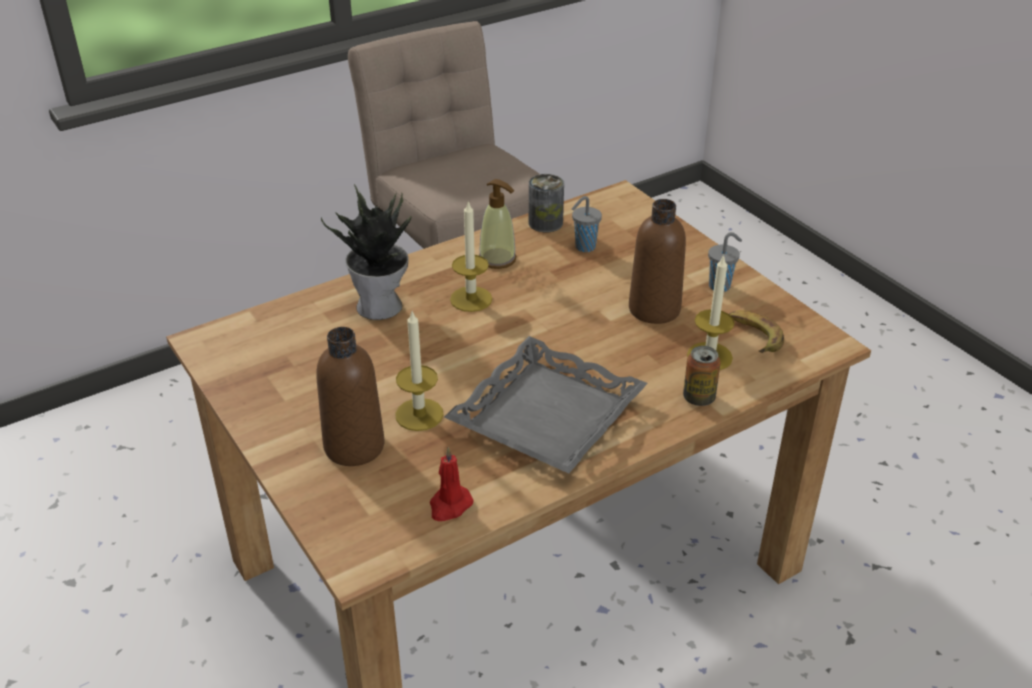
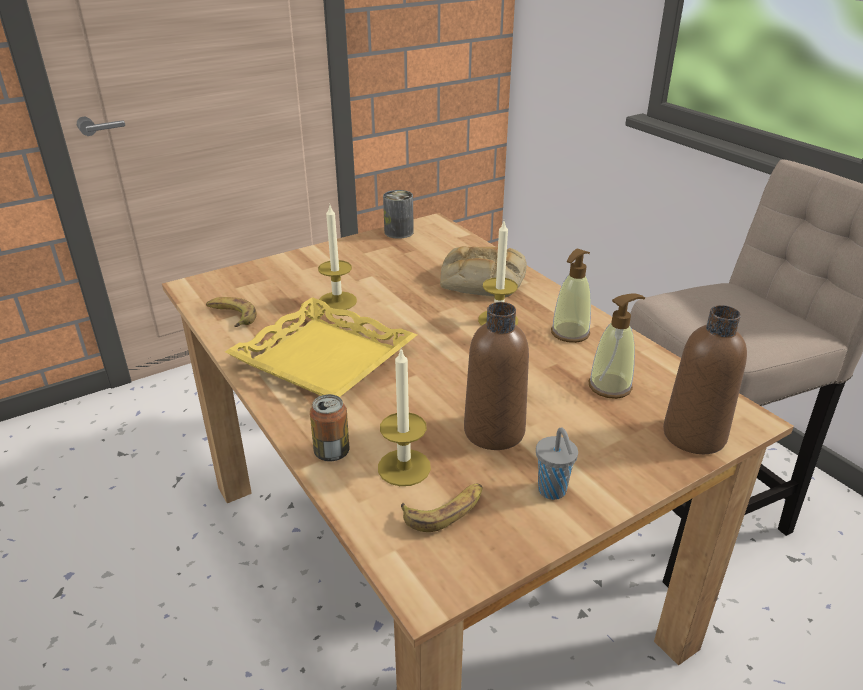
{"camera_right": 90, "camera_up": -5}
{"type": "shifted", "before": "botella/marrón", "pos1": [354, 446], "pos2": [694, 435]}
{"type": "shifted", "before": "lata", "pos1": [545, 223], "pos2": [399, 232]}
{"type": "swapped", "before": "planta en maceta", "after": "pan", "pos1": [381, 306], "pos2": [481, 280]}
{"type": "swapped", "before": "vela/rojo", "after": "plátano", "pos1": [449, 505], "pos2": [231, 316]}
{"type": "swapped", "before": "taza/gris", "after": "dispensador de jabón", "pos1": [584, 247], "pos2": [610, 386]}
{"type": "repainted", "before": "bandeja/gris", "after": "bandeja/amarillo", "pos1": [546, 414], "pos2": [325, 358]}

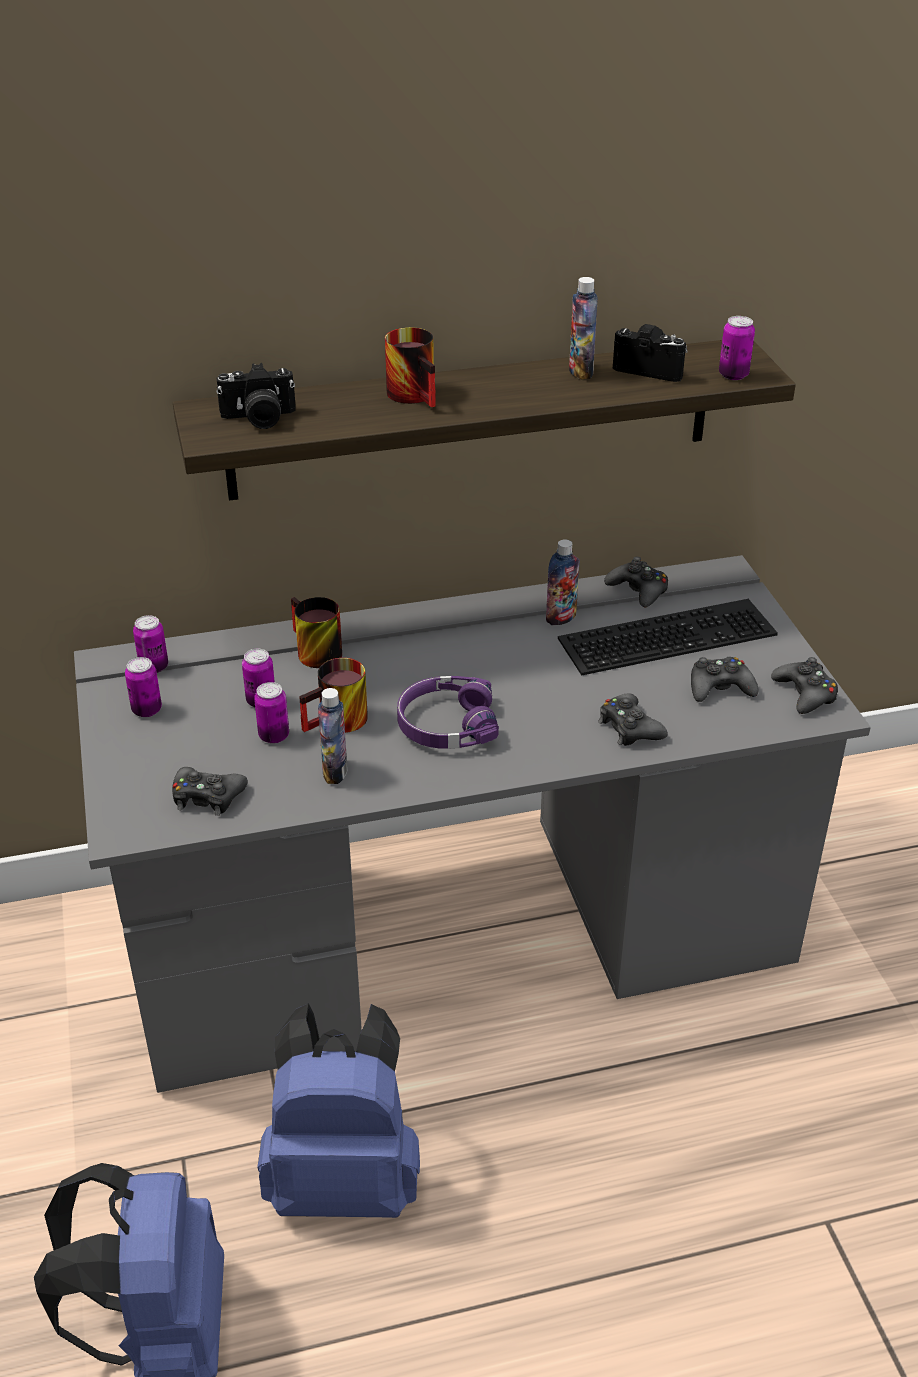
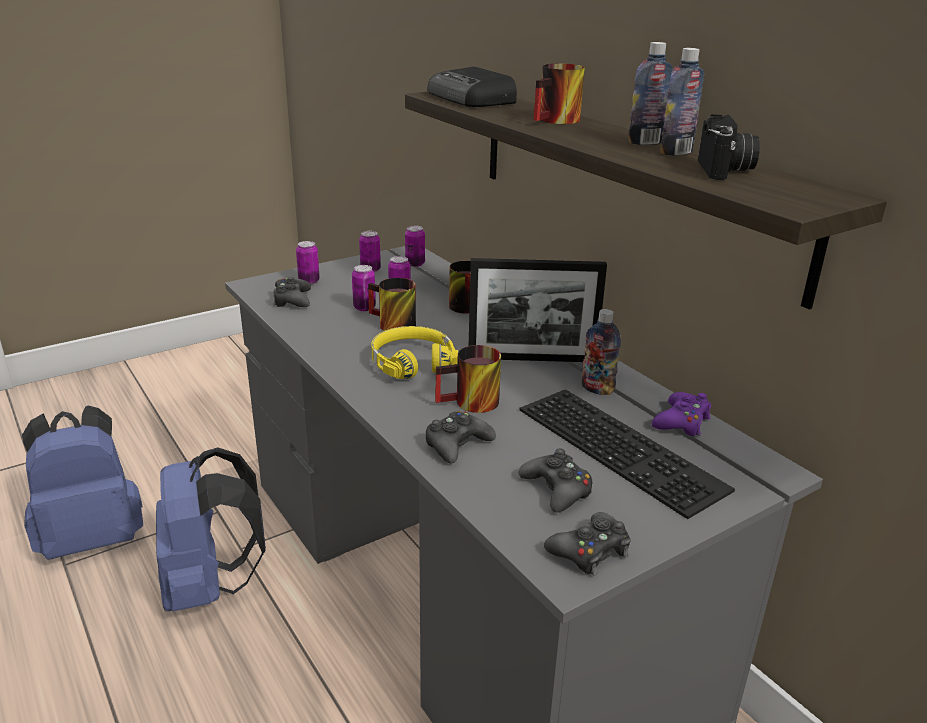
{"camera_right": 70, "camera_up": -10}
{"type": "new", "after": "taza grande", "pos2": [470, 404]}
{"type": "new", "after": "portarretratos", "pos2": [532, 358]}
{"type": "shifted", "before": "botella", "pos1": [335, 772], "pos2": [646, 142]}
{"type": "shifted", "before": "lata", "pos1": [733, 375], "pos2": [309, 281]}
{"type": "swapped", "before": "cámara", "after": "radio", "pos1": [259, 419], "pos2": [472, 99]}
{"type": "repainted", "before": "auriculares/morado", "after": "auriculares/amarillo", "pos1": [446, 724], "pos2": [411, 362]}
{"type": "repainted", "before": "mando de consola/negro", "after": "mando de consola/morado", "pos1": [638, 590], "pos2": [682, 422]}

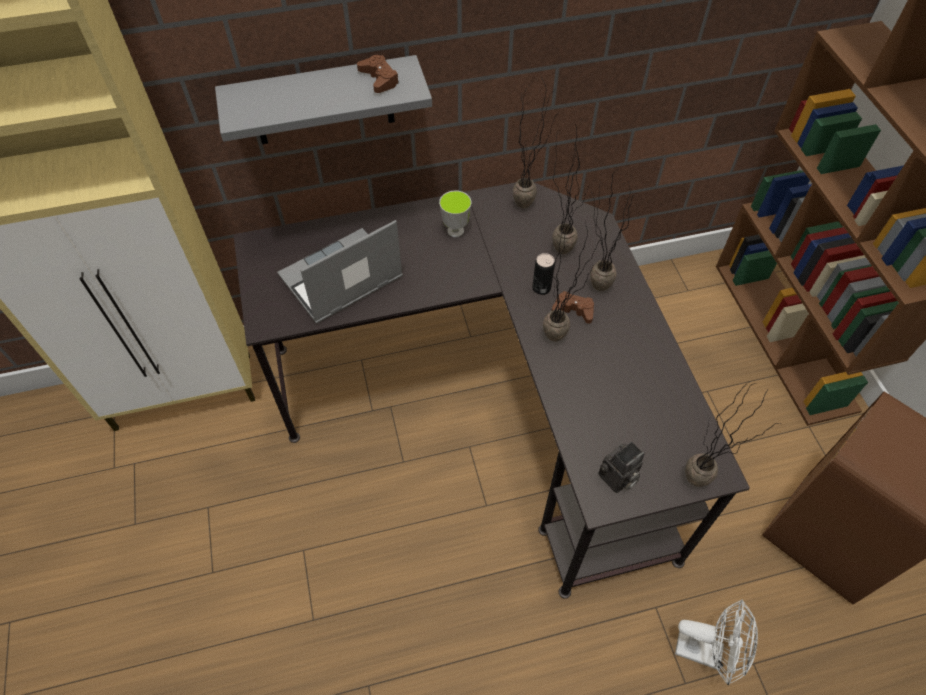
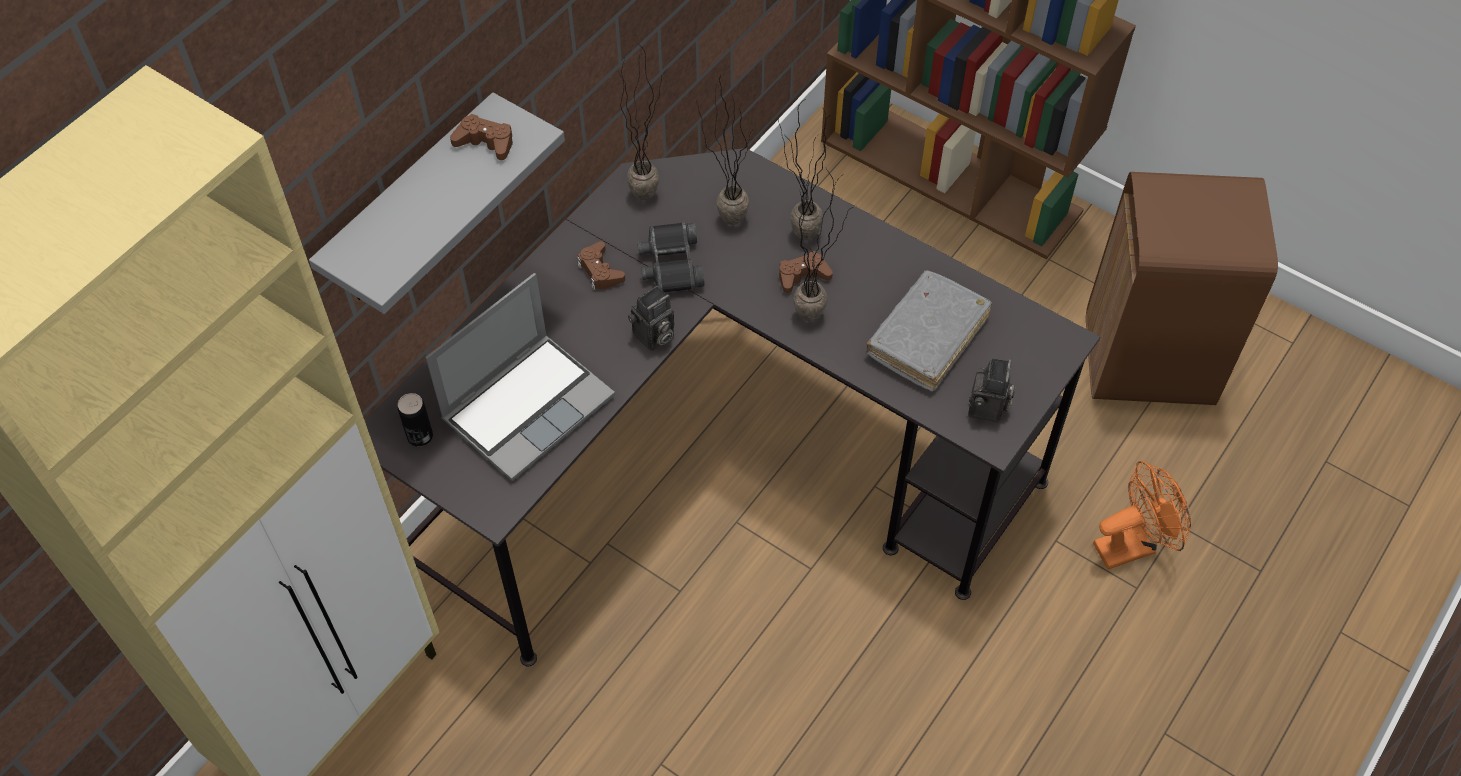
{"camera_right": -40, "camera_up": 0}
{"type": "gone", "before": "planta en maceta", "pos1": [700, 487]}
{"type": "new", "after": "cámara", "pos2": [653, 337]}
{"type": "new", "after": "prismáticos/negro", "pos2": [670, 264]}
{"type": "new", "after": "libro/gris", "pos2": [927, 337]}
{"type": "shifted", "before": "lata", "pos1": [541, 288], "pos2": [420, 436]}
{"type": "swapped", "before": "taza", "after": "mando de consola/marrón", "pos1": [455, 231], "pos2": [600, 271]}
{"type": "repainted", "before": "ventilador/blanco", "after": "ventilador/naranja", "pos1": [707, 651], "pos2": [1132, 545]}
{"type": "rotated", "before": "portátil", "pos1": [340, 279], "pos2": [528, 406], "turn": -150}

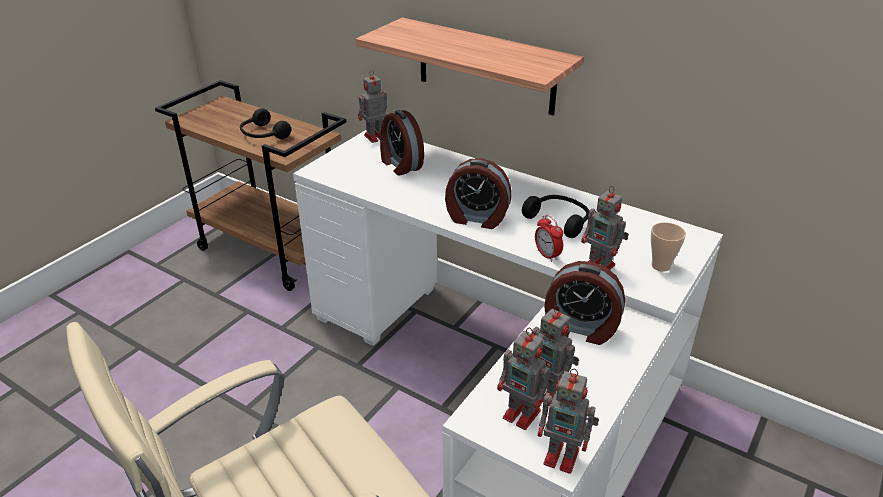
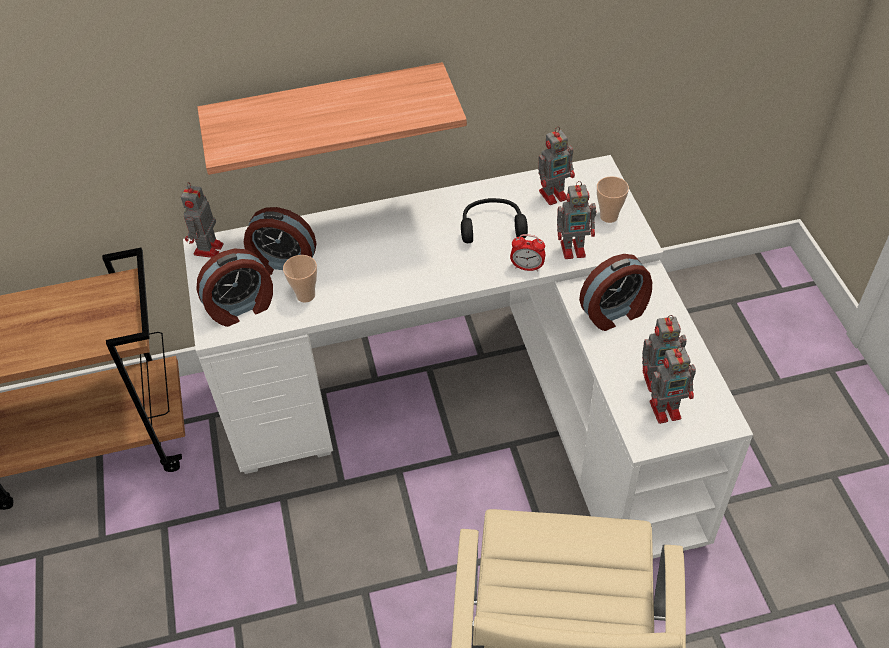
{"camera_right": -45, "camera_up": 15}
{"type": "gone", "before": "auriculares/negro", "pos1": [263, 135]}
{"type": "new", "after": "taza", "pos2": [305, 295]}
{"type": "shifted", "before": "despertador", "pos1": [476, 218], "pos2": [241, 308]}
{"type": "shifted", "before": "robot de juguete", "pos1": [563, 457], "pos2": [554, 194]}

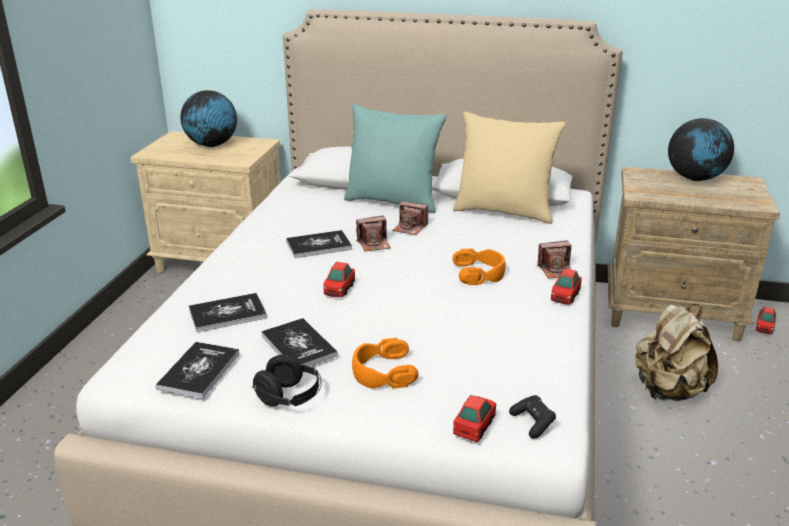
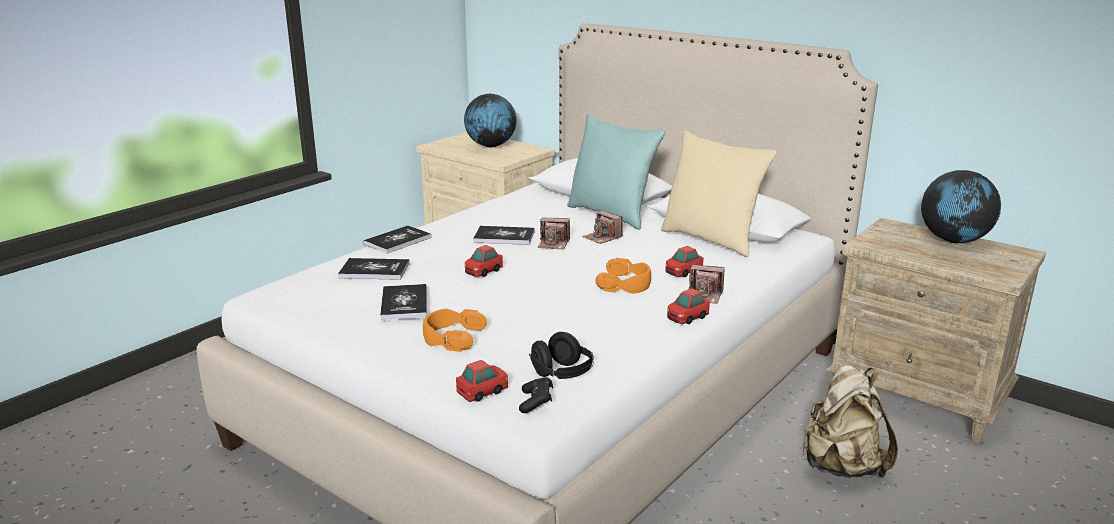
{"camera_right": 25, "camera_up": -5}
{"type": "shifted", "before": "libro", "pos1": [199, 371], "pos2": [397, 241]}
{"type": "shifted", "before": "auriculares/negro", "pos1": [289, 398], "pos2": [562, 374]}
{"type": "shifted", "before": "coche de juguete", "pos1": [764, 327], "pos2": [683, 272]}

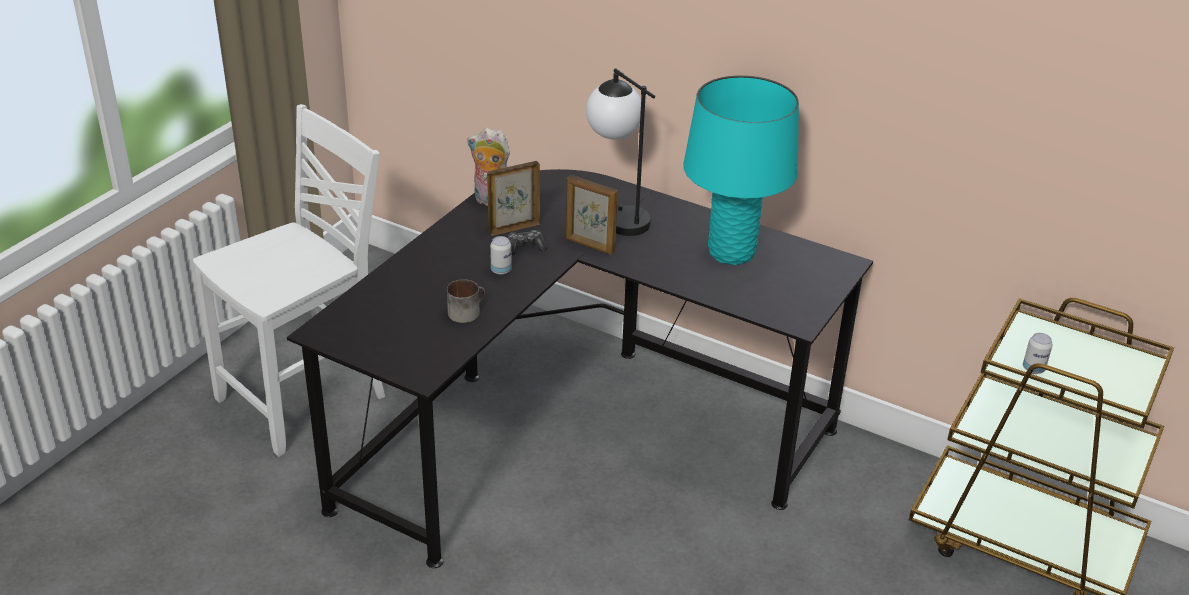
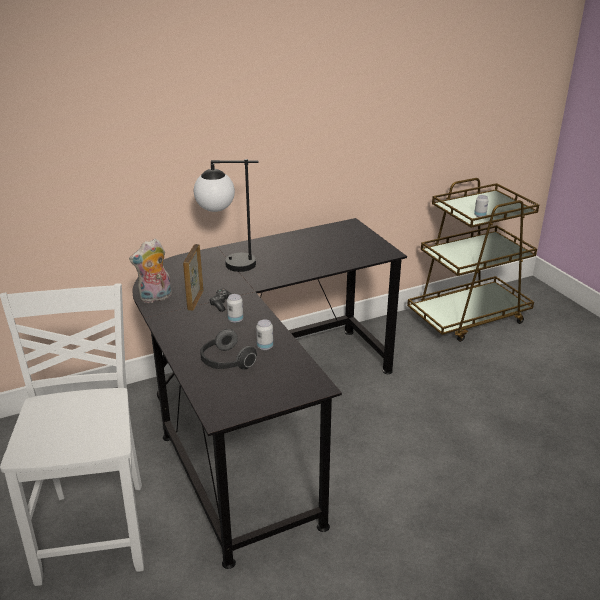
{"camera_right": -55, "camera_up": -5}
{"type": "gone", "before": "portarretratos", "pos1": [589, 246]}
{"type": "gone", "before": "lámpara de mesa/turquesa", "pos1": [731, 253]}
{"type": "new", "after": "auriculares", "pos2": [226, 362]}
{"type": "swapped", "before": "taza grande", "after": "lata", "pos1": [466, 311], "pos2": [265, 347]}

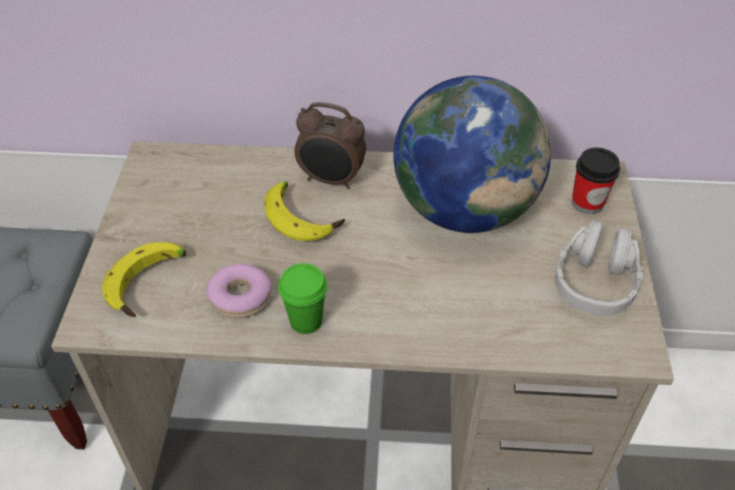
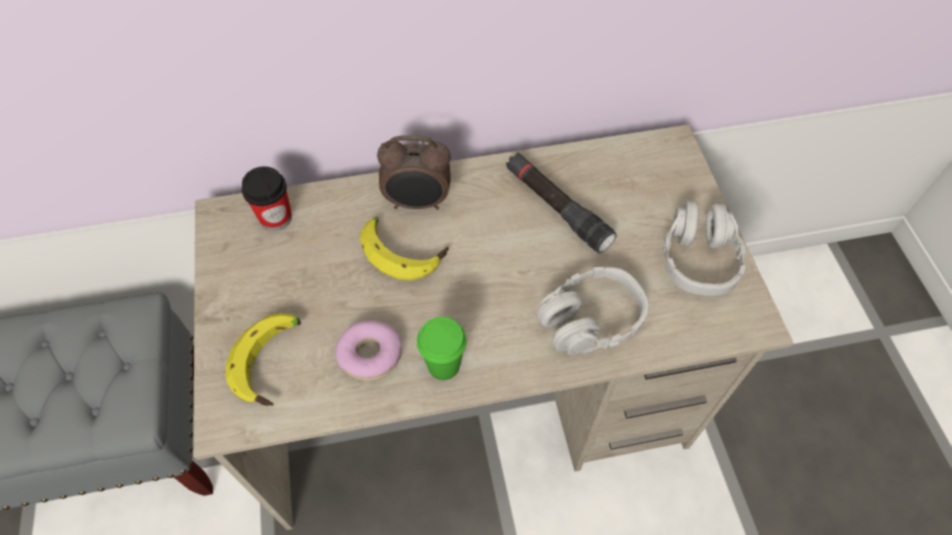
{"camera_right": -15, "camera_up": 10}
{"type": "new", "after": "auriculares/gris", "pos2": [590, 320]}
{"type": "shifted", "before": "taza", "pos1": [587, 203], "pos2": [276, 217]}
{"type": "swapped", "before": "globo terráqueo", "after": "linterna/negro", "pos1": [464, 209], "pos2": [556, 208]}

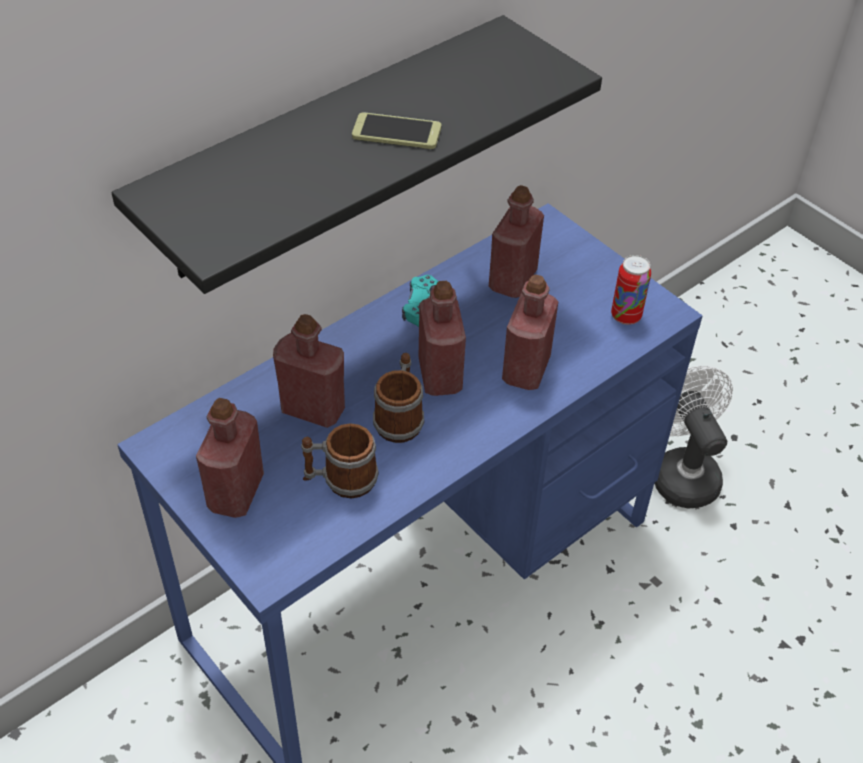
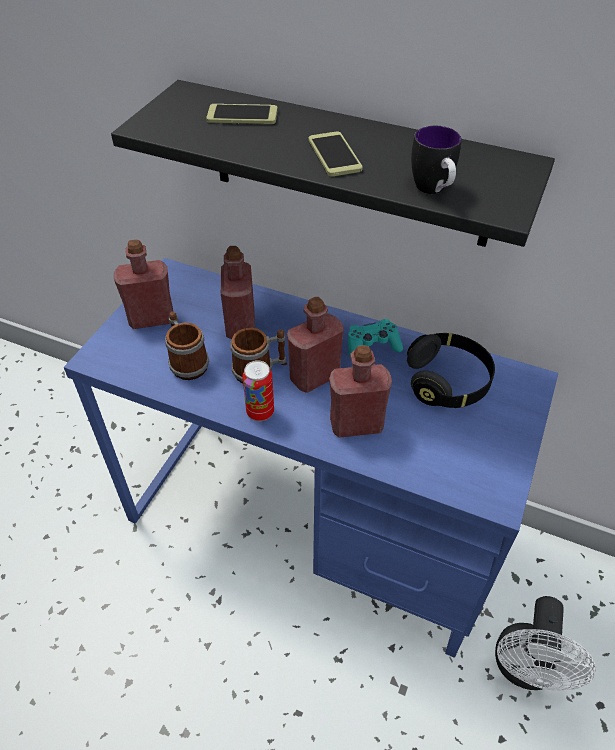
{"camera_right": 65, "camera_up": 0}
{"type": "new", "after": "móvil", "pos2": [242, 115]}
{"type": "new", "after": "taza grande", "pos2": [433, 191]}
{"type": "shifted", "before": "lata", "pos1": [626, 316], "pos2": [260, 412]}
{"type": "swapped", "before": "botella/rojo", "after": "auriculares/negro", "pos1": [512, 280], "pos2": [447, 382]}
{"type": "rotated", "before": "ventilador/blanco", "pos1": [680, 472], "pos2": [525, 669], "turn": 150}

